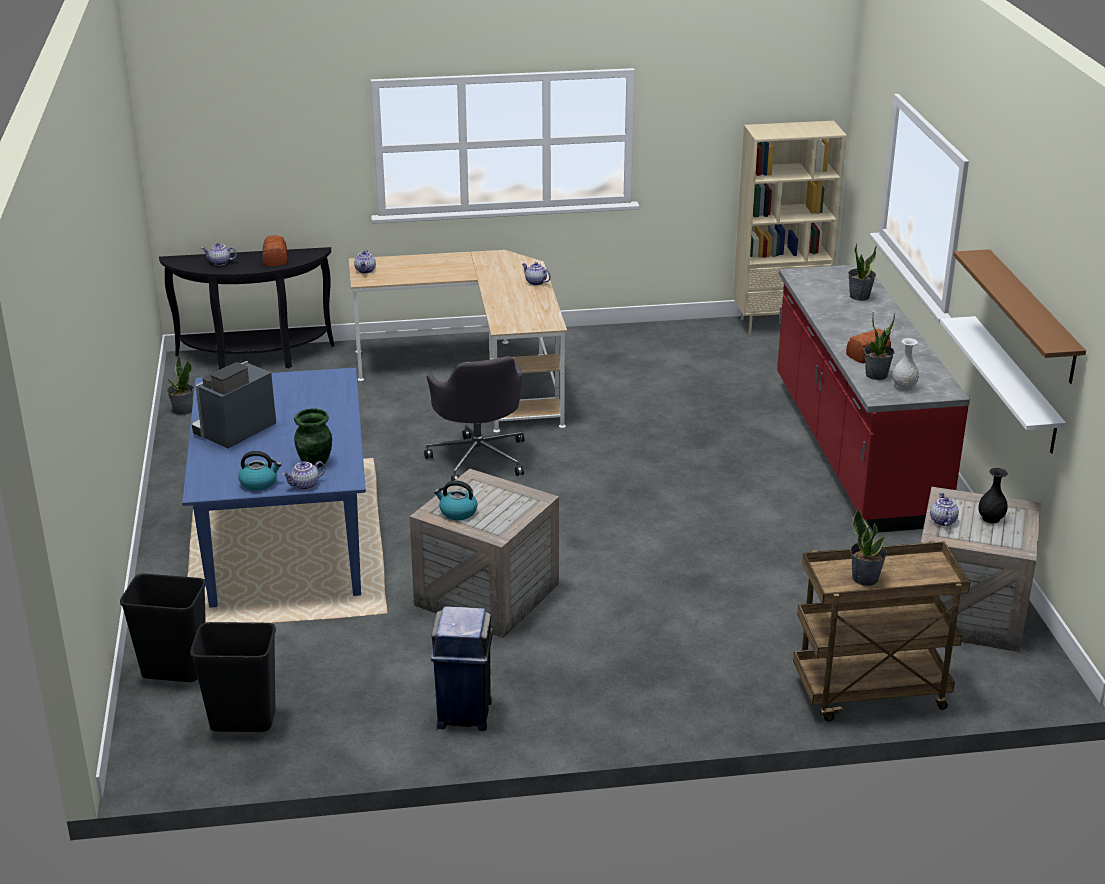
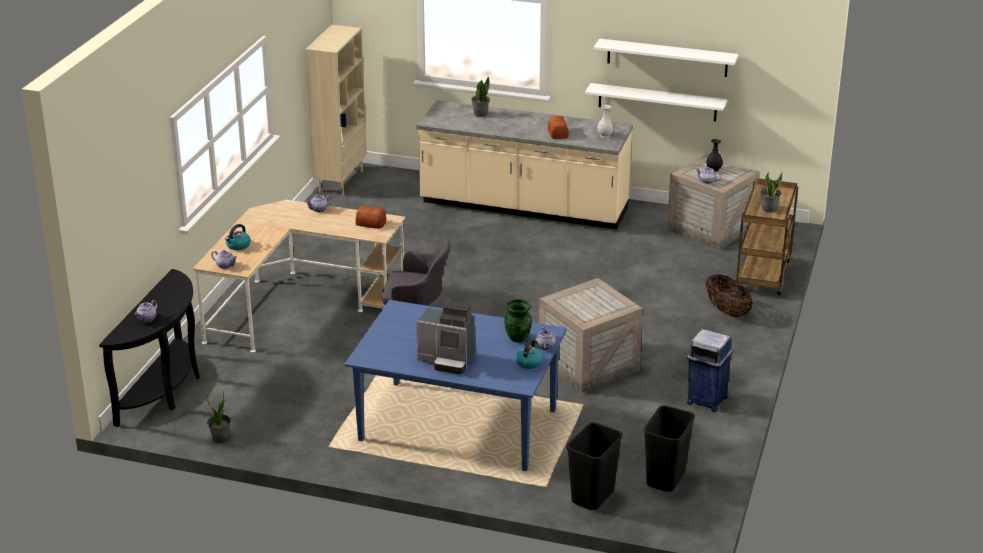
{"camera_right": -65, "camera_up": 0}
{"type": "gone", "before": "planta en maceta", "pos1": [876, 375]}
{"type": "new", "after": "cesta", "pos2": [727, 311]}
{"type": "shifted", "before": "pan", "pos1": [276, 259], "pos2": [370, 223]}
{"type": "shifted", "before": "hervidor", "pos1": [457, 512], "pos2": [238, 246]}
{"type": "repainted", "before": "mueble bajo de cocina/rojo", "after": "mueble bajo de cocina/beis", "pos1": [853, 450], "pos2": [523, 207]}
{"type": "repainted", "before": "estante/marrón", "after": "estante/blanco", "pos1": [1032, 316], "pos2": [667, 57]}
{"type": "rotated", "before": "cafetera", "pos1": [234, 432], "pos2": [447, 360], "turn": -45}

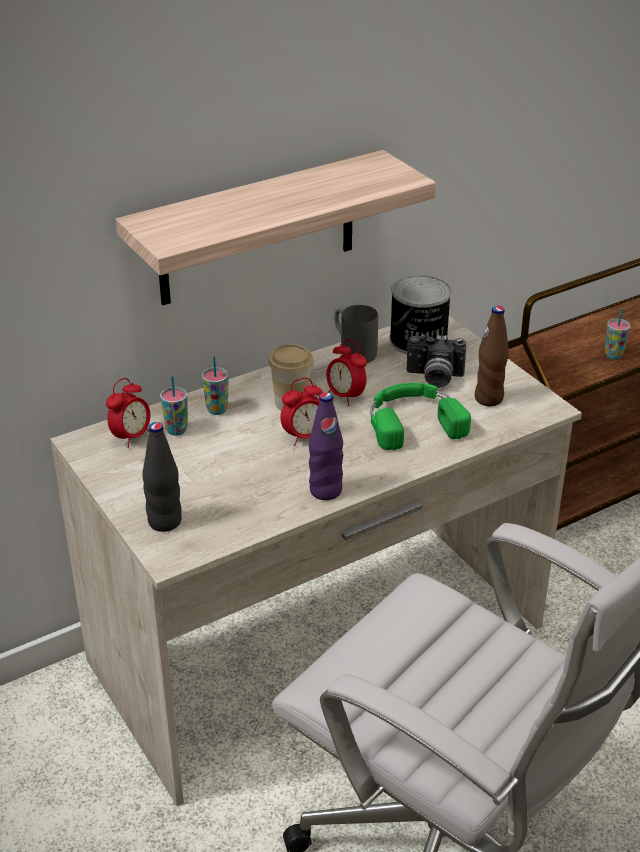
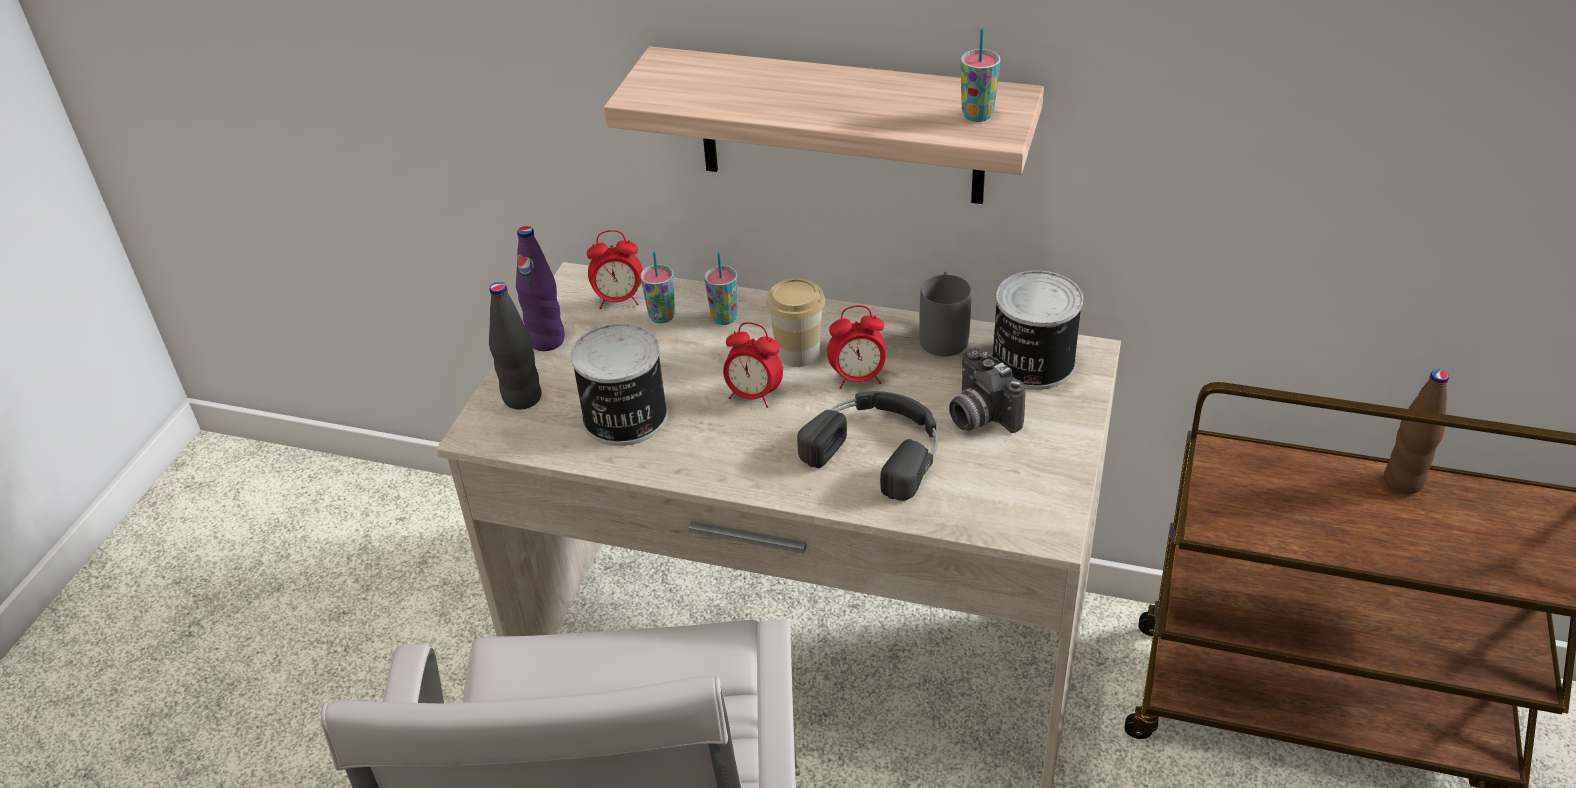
{"camera_right": 50, "camera_up": 5}
{"type": "new", "after": "lata", "pos2": [624, 418]}
{"type": "shifted", "before": "botella/morado", "pos1": [325, 491], "pos2": [546, 340]}
{"type": "shifted", "before": "botella/marrón", "pos1": [488, 398], "pos2": [1403, 481]}
{"type": "shifted", "before": "taza", "pos1": [613, 355], "pos2": [977, 115]}
{"type": "repainted", "before": "auriculares/verde", "after": "auriculares/negro", "pos1": [413, 421], "pos2": [878, 448]}
{"type": "rotated", "before": "despertador", "pos1": [345, 396], "pos2": [858, 378], "turn": -105}

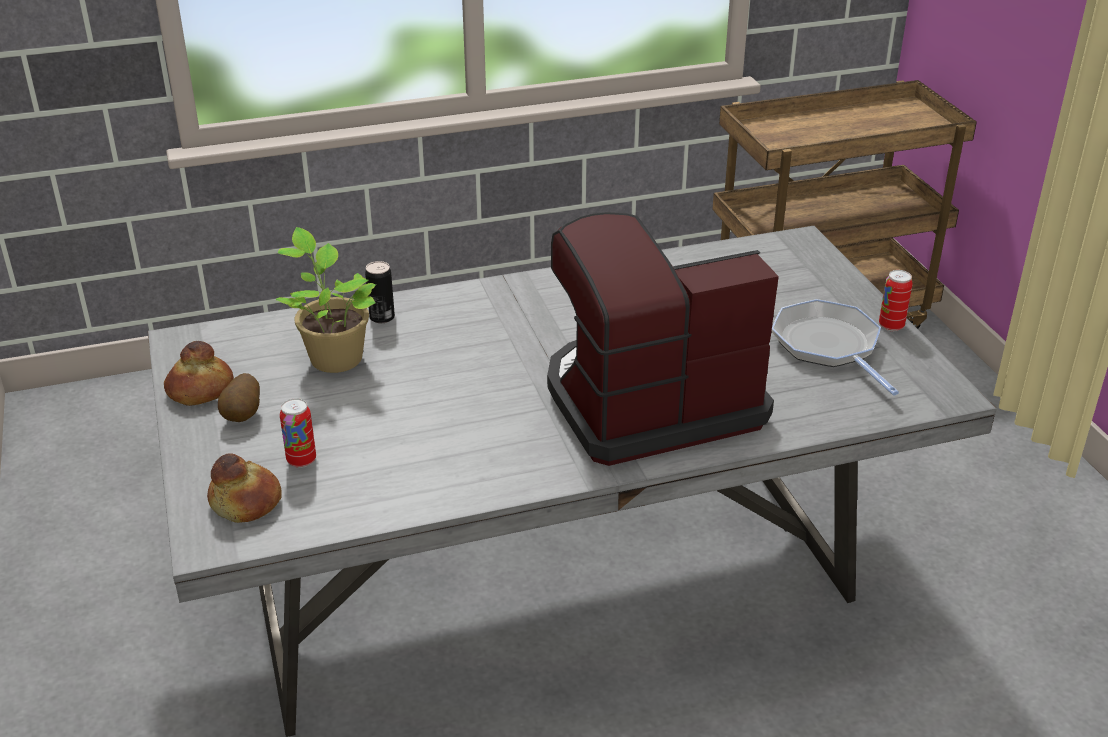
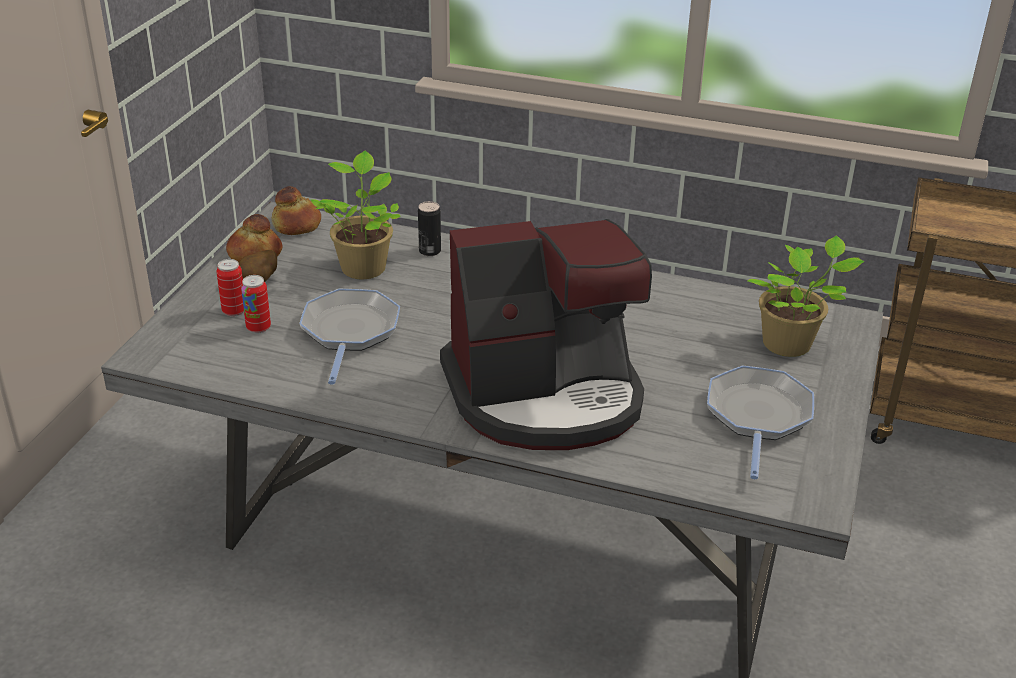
{"camera_right": 35, "camera_up": 0}
{"type": "new", "after": "sartén", "pos2": [350, 332]}
{"type": "new", "after": "planta en maceta", "pos2": [791, 345]}
{"type": "shifted", "before": "pan", "pos1": [246, 501], "pos2": [297, 225]}
{"type": "shifted", "before": "lata", "pos1": [891, 326], "pos2": [234, 311]}
{"type": "rotated", "before": "cafetera", "pos1": [649, 403], "pos2": [546, 395], "turn": 150}

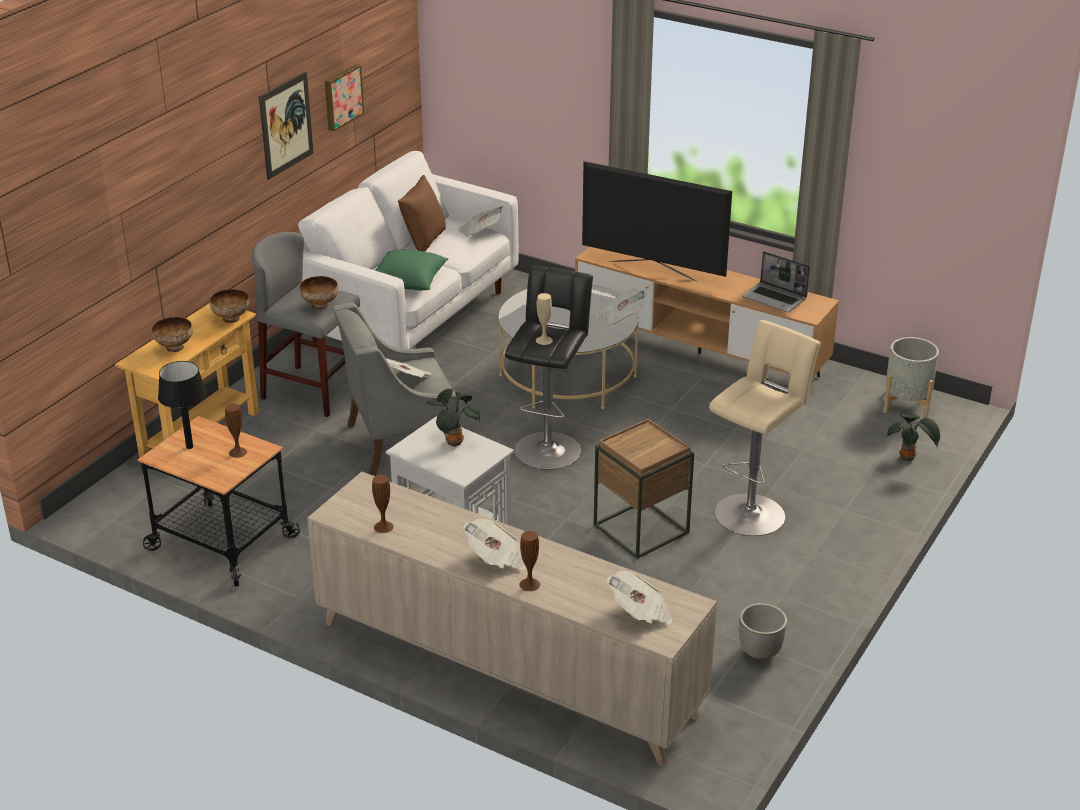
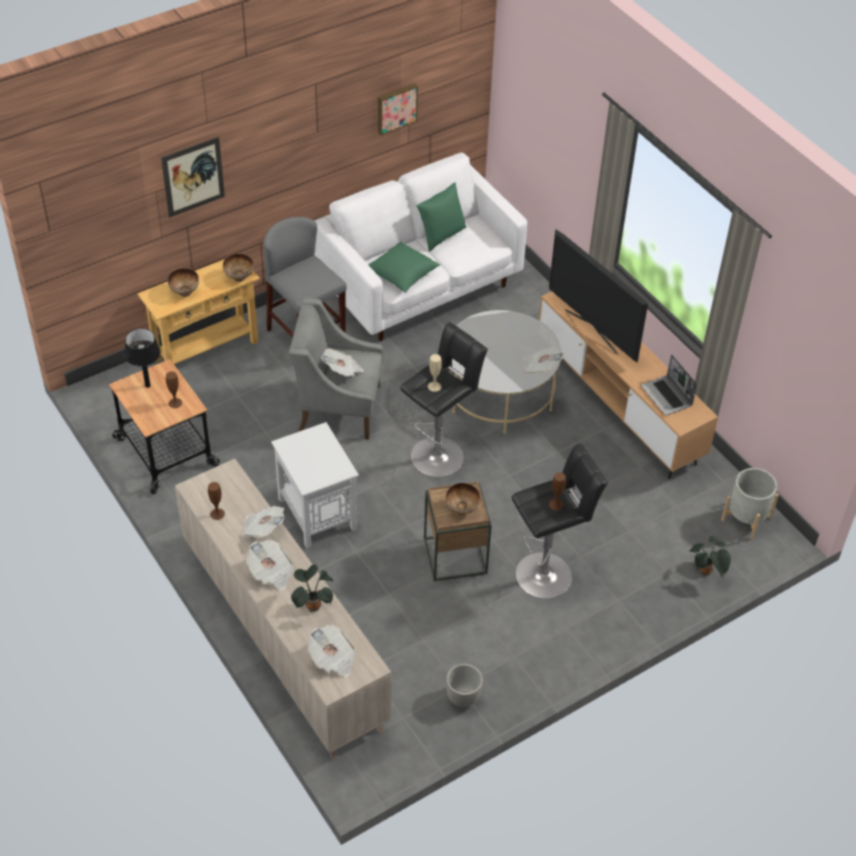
{"camera_right": 25, "camera_up": 15}
{"type": "shifted", "before": "cuadro", "pos1": [286, 125], "pos2": [193, 177]}
{"type": "shifted", "before": "cuenco", "pos1": [320, 305], "pos2": [462, 509]}
{"type": "shifted", "before": "planta en maceta", "pos1": [453, 442], "pos2": [313, 605]}
{"type": "shifted", "before": "periódico", "pos1": [480, 231], "pos2": [262, 529]}
{"type": "shifted", "before": "florero/marrón", "pos1": [529, 584], "pos2": [556, 504]}
{"type": "repainted", "before": "cojín/marrón", "after": "cojín/verde", "pos1": [423, 242], "pos2": [441, 236]}
{"type": "repainted", "before": "taburete/beis", "after": "taburete/negro", "pos1": [752, 512], "pos2": [547, 573]}

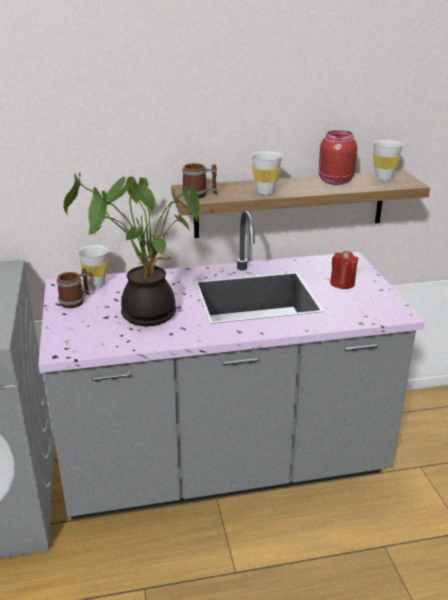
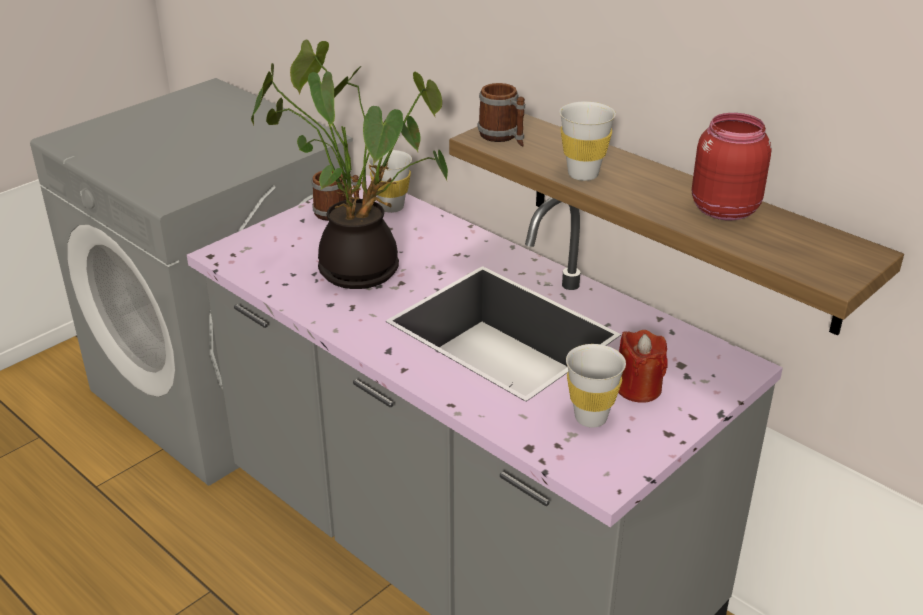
{"camera_right": 55, "camera_up": 5}
{"type": "shifted", "before": "taza/blanco", "pos1": [383, 179], "pos2": [590, 418]}

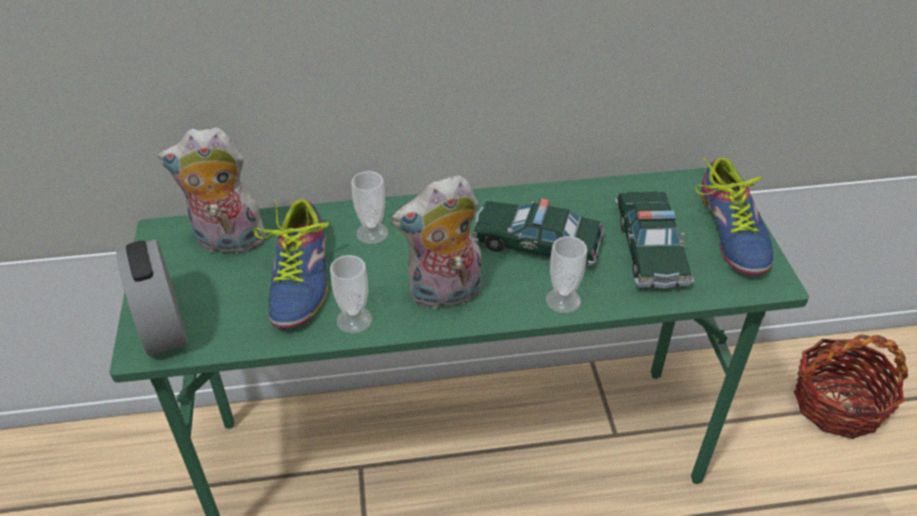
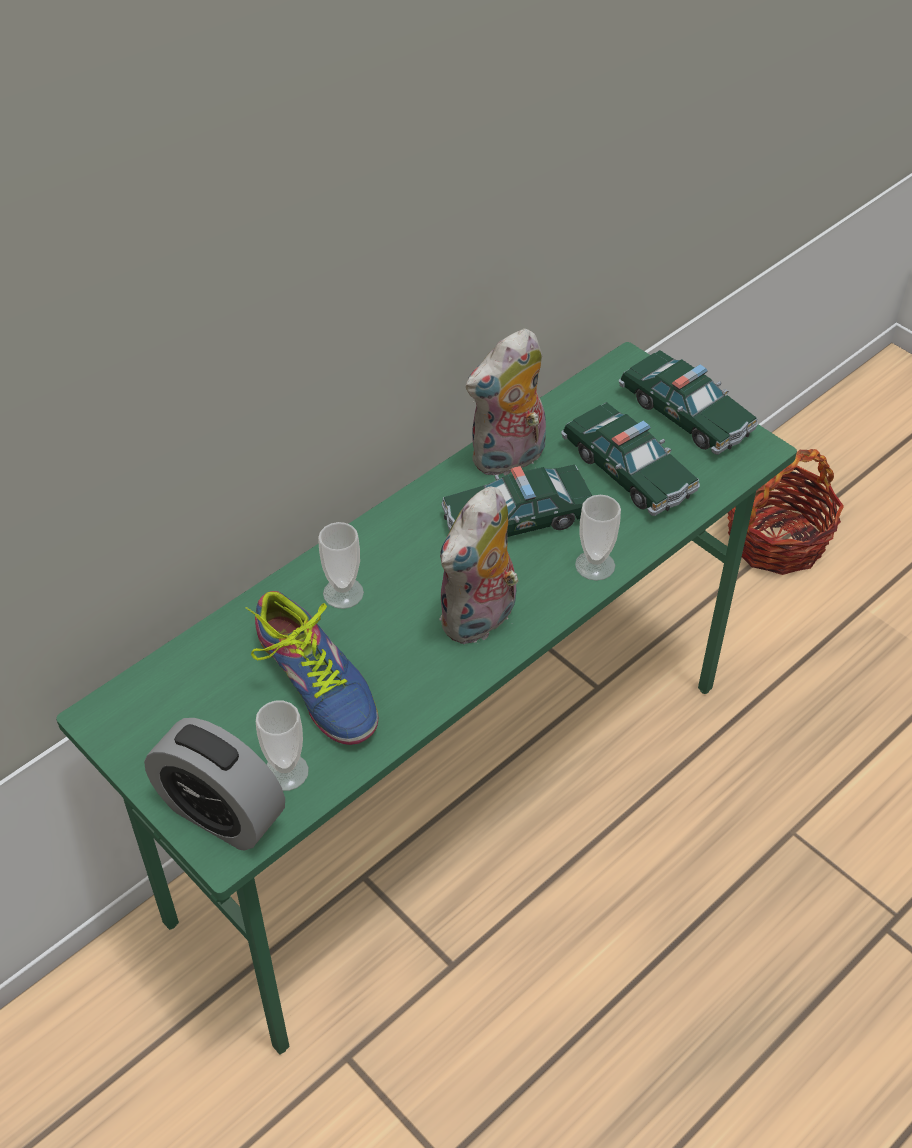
{"camera_right": -35, "camera_up": 5}
{"type": "shifted", "before": "peluche", "pos1": [227, 242], "pos2": [508, 459]}
{"type": "shifted", "before": "taza", "pos1": [354, 320], "pos2": [286, 772]}
{"type": "swapped", "before": "zapato", "after": "coche de juguete", "pos1": [732, 231], "pos2": [685, 414]}

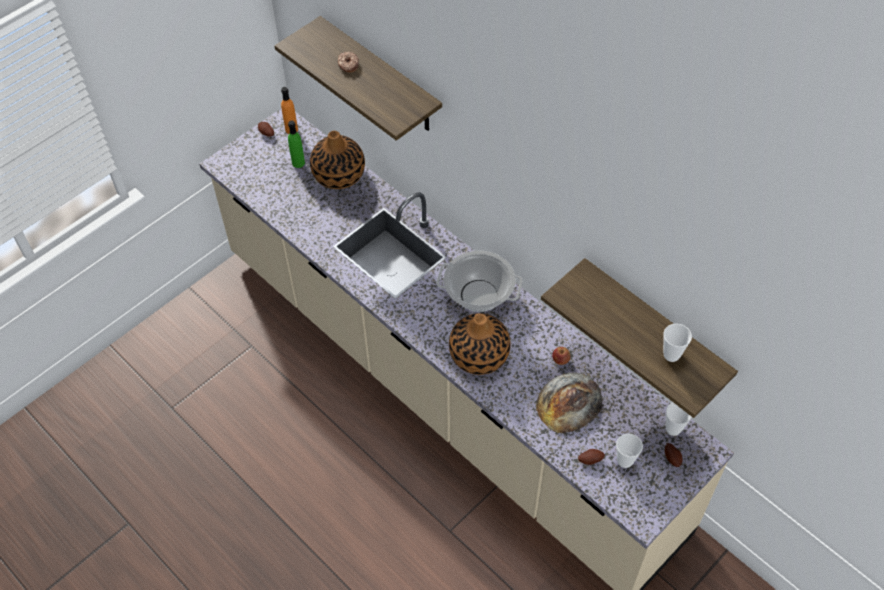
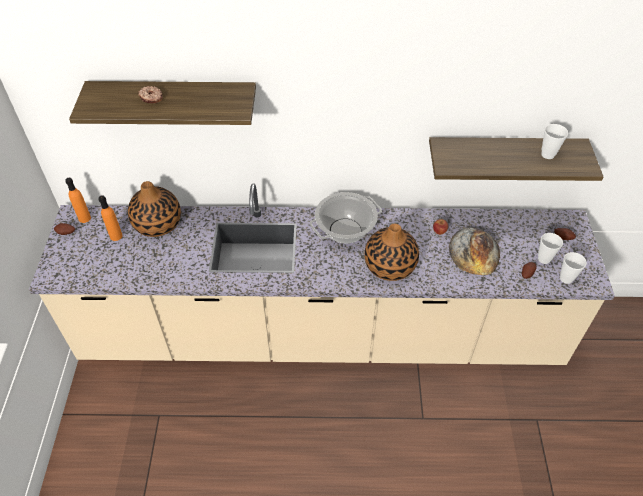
{"camera_right": -45, "camera_up": -5}
{"type": "shifted", "before": "taza", "pos1": [673, 429], "pos2": [566, 278]}
{"type": "repainted", "before": "botella/verde", "after": "botella/naranja", "pos1": [298, 163], "pos2": [116, 236]}

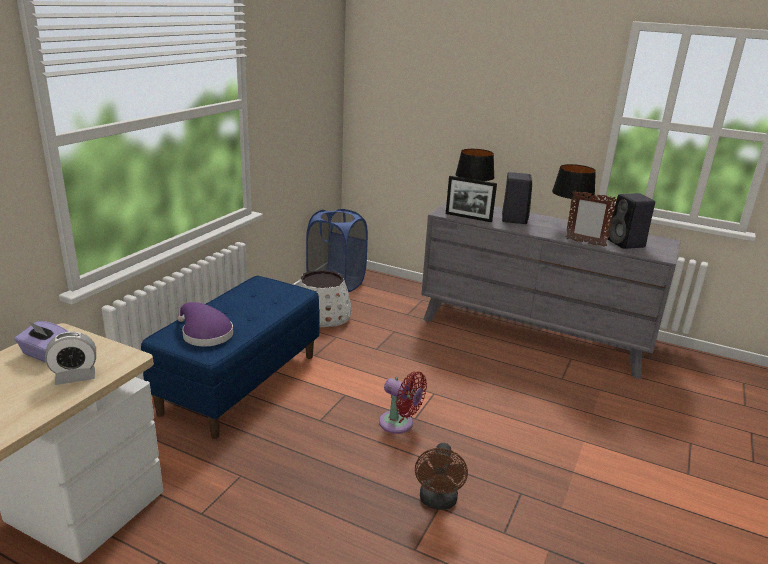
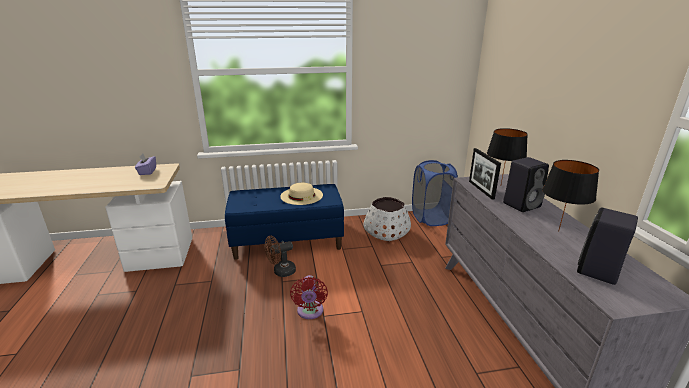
{"camera_right": 55, "camera_up": 0}
{"type": "gone", "before": "despertador", "pos1": [75, 377]}
{"type": "gone", "before": "sombrero/morado", "pos1": [205, 334]}
{"type": "gone", "before": "portarretratos", "pos1": [585, 243]}
{"type": "new", "after": "sombrero/beis", "pos2": [301, 195]}
{"type": "shifted", "before": "ventilador/marrón", "pos1": [438, 502], "pos2": [281, 272]}

